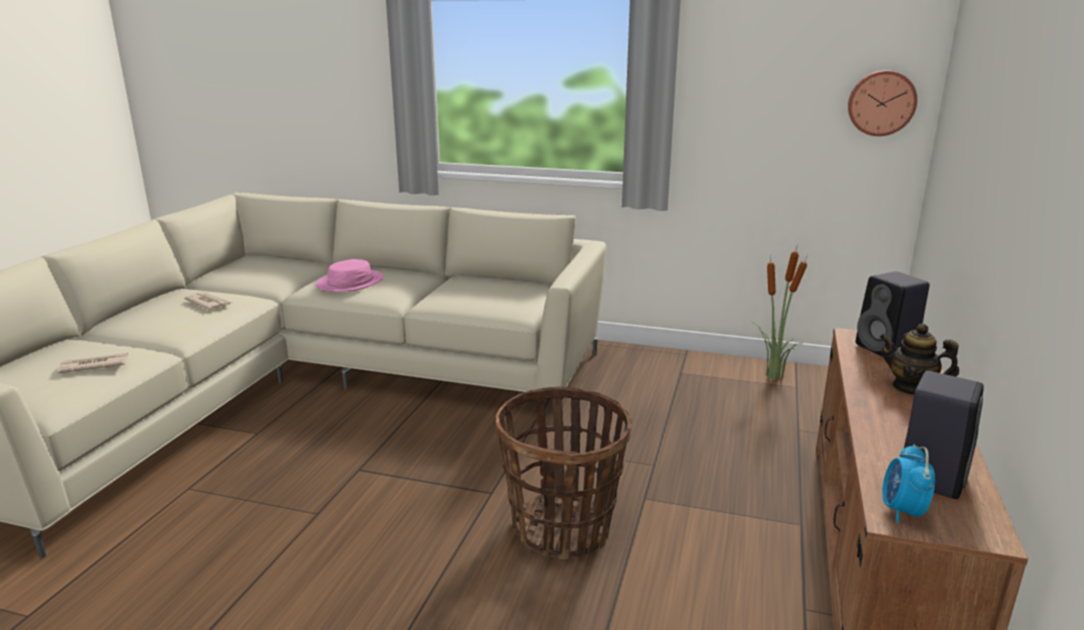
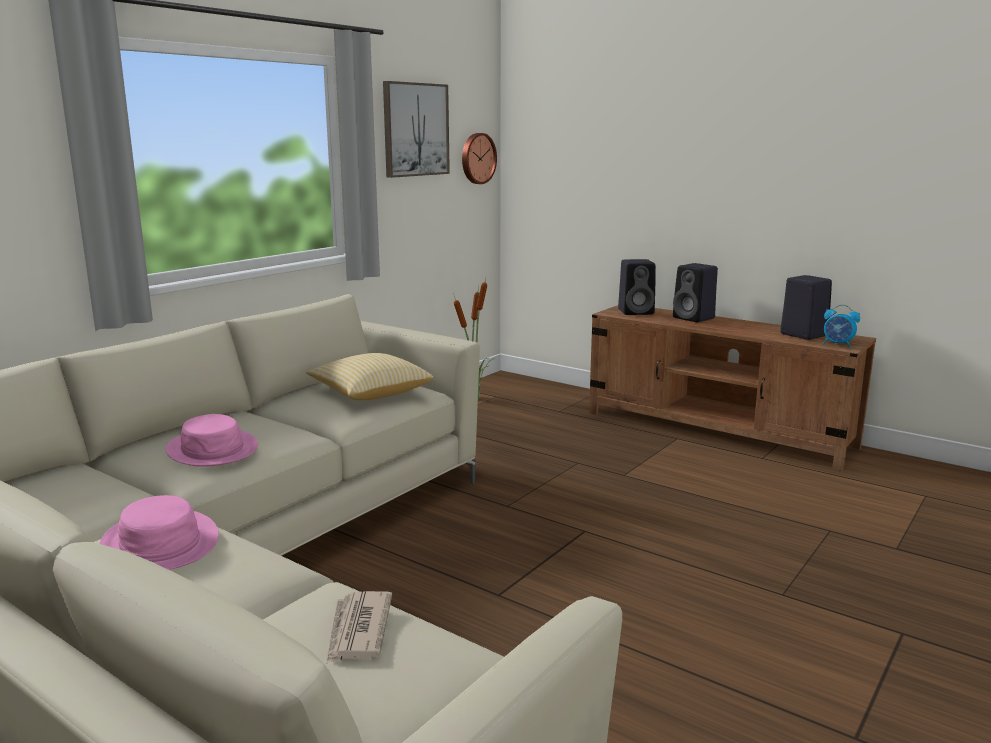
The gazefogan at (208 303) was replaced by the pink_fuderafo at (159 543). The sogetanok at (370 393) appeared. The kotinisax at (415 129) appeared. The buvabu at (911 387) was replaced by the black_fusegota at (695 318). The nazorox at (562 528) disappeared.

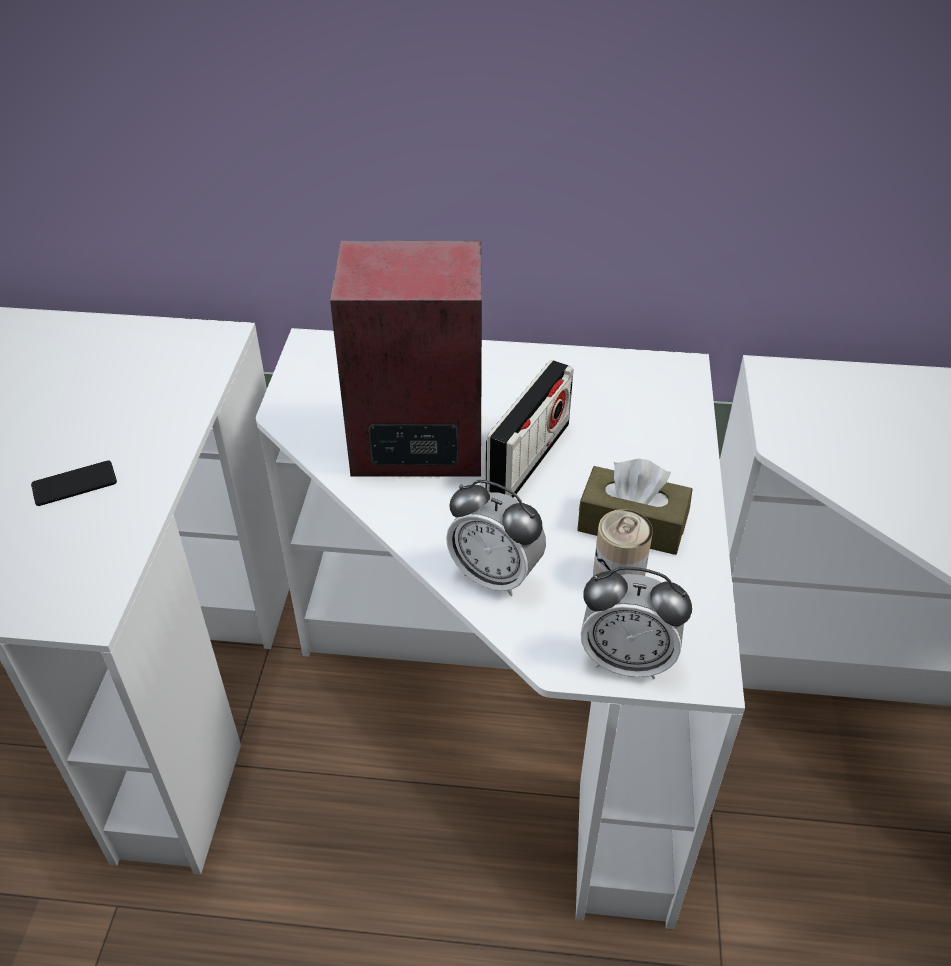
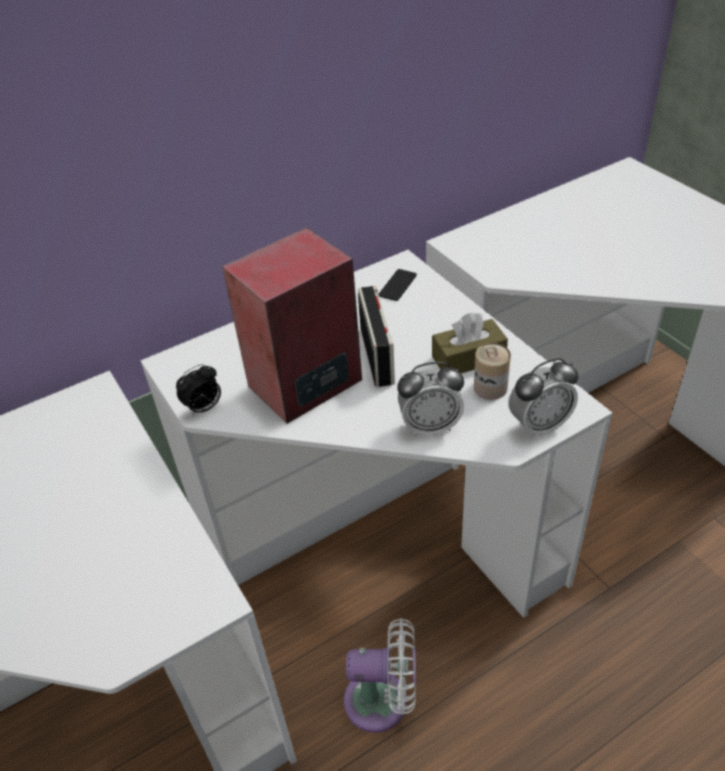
The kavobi at (204 408) appeared. The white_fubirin at (383 701) appeared. The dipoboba moved from (74 484) to (397 285).

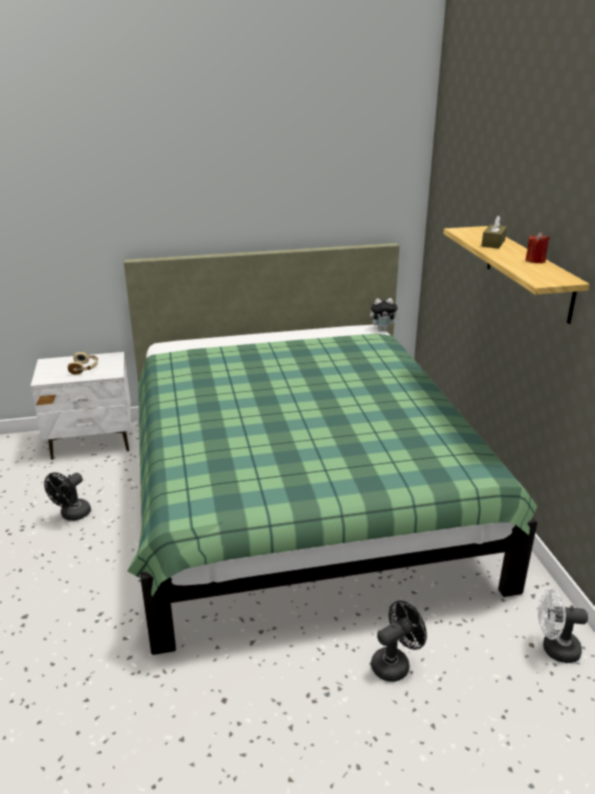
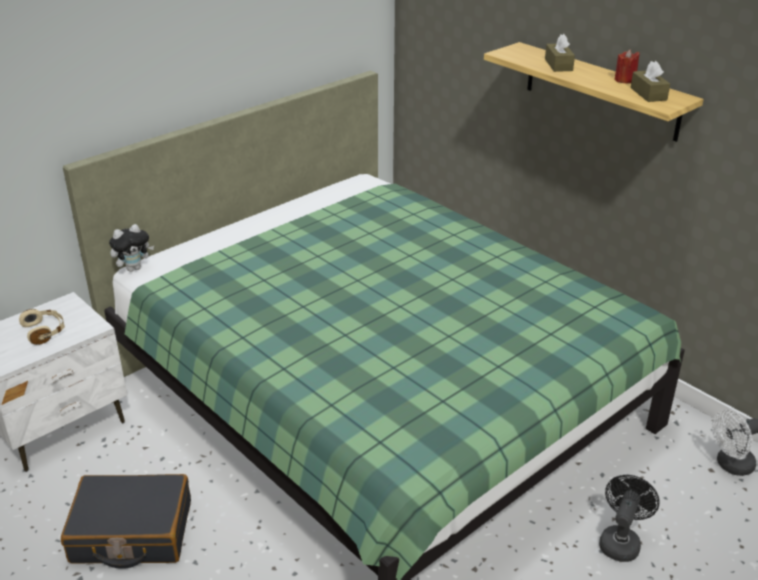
The black_fubirin at (72 515) was replaced by the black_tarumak at (131 532). The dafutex moved from (383 329) to (134 268). The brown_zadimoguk at (648 94) appeared.

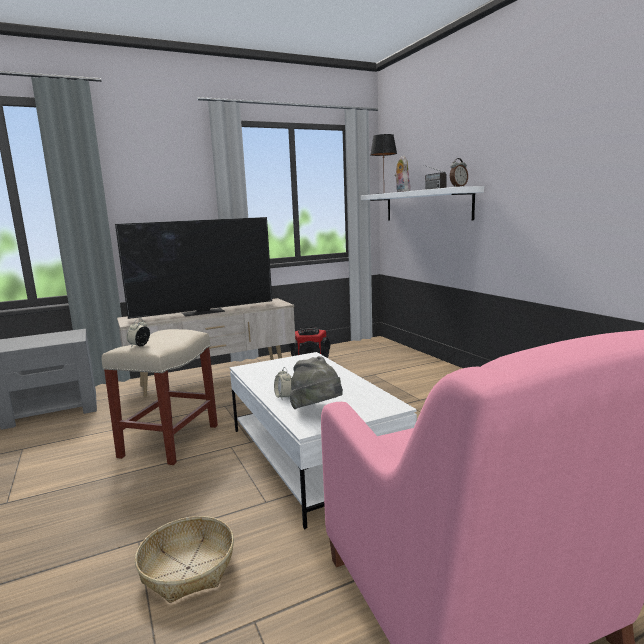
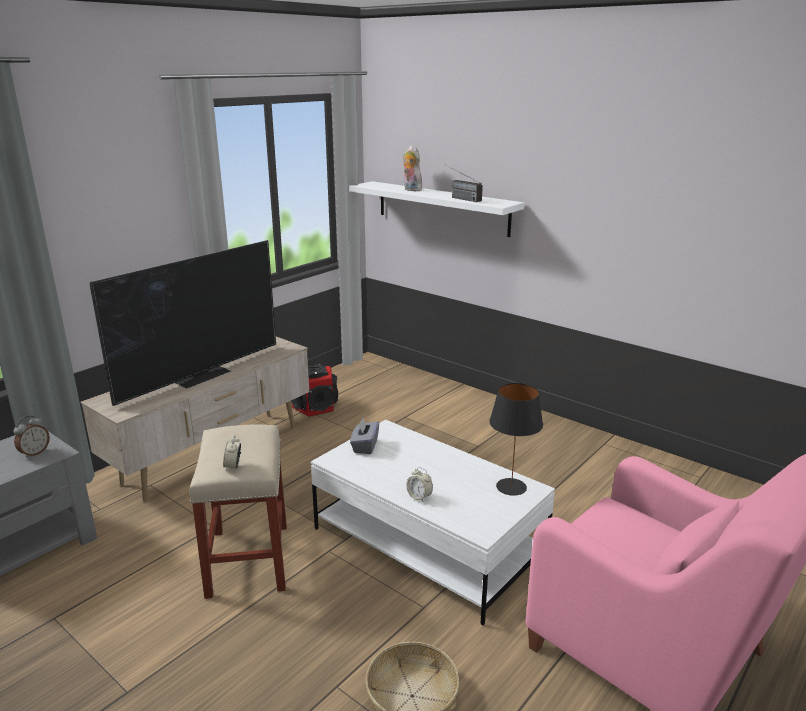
The kavobi moved from (458 187) to (34 453). The grey_zadimoguk at (365 446) appeared. The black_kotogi moved from (383 193) to (510 487). The grey_fuderafo at (317 411) disappeared.

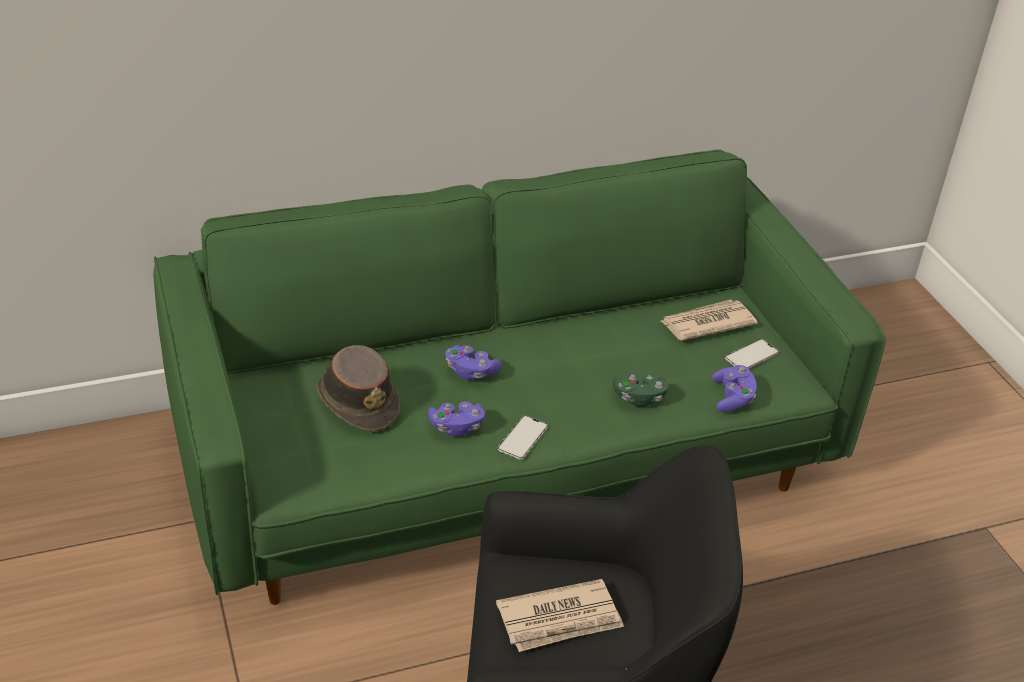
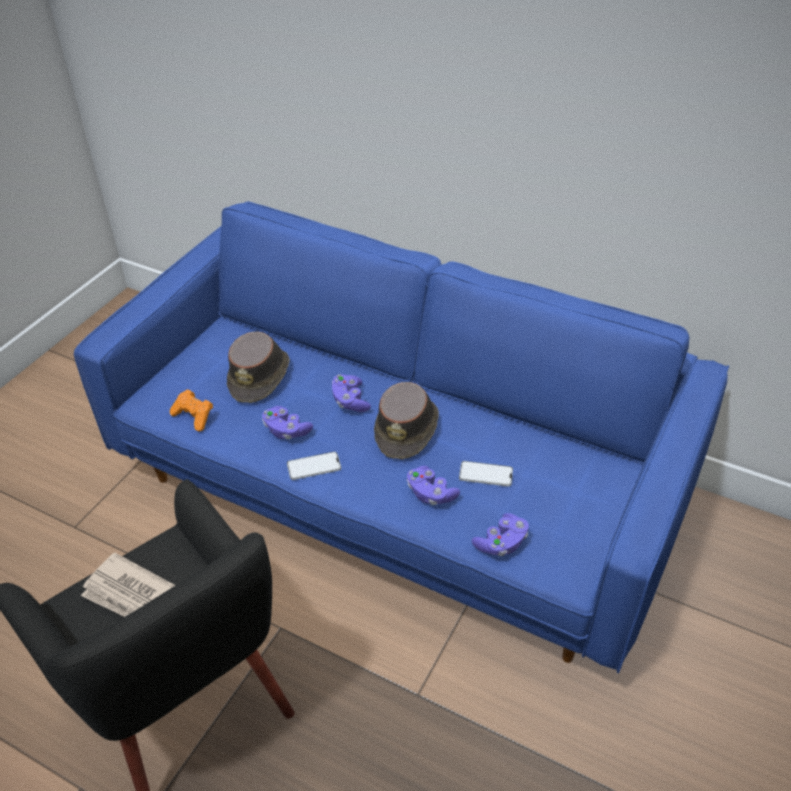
The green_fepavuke at (504 458) became the blue_fepavuke at (397 488). The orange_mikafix at (194 416) appeared. The brown_fuderafo at (407 428) appeared. The green_mikafix at (639 398) became the purple_mikafix at (430 494). The dipoboba moved from (751 355) to (486 474). The gazefogan at (706 323) disappeared.

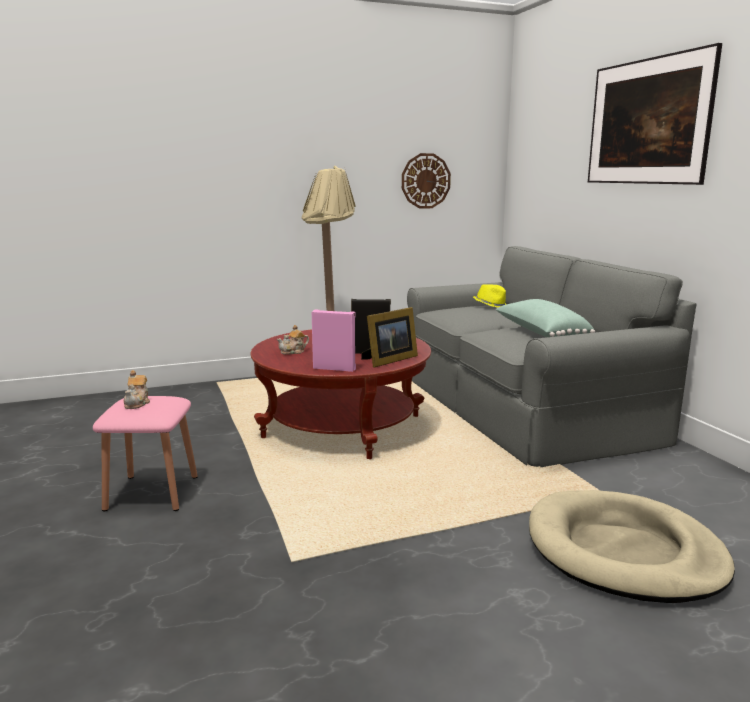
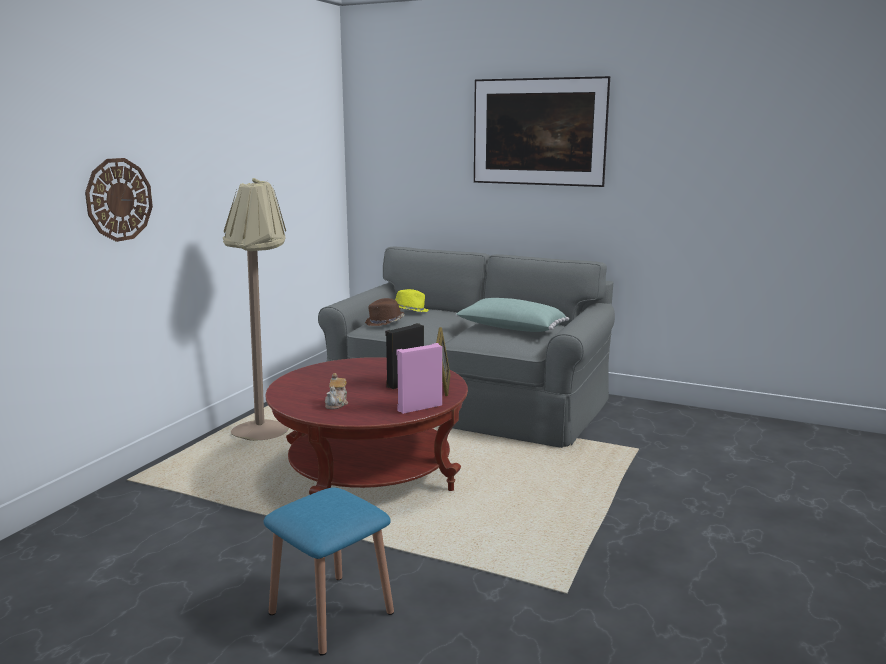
The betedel moved from (425 181) to (119 199). The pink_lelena at (152 492) became the blue_lelena at (331 613). The brown_fuderafo at (385 322) appeared. The buvabu at (137 403) disappeared. The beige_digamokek at (623 552) disappeared.

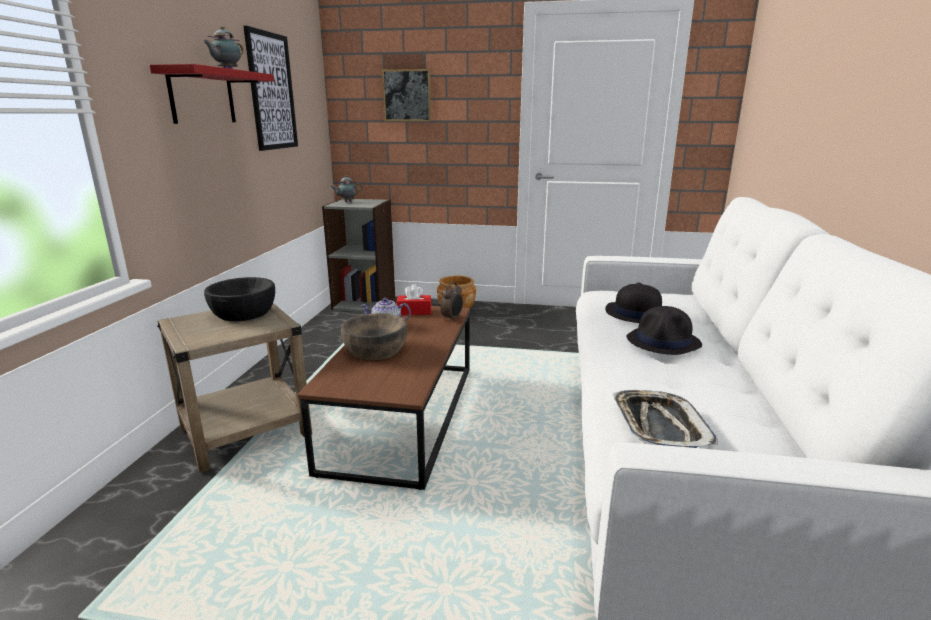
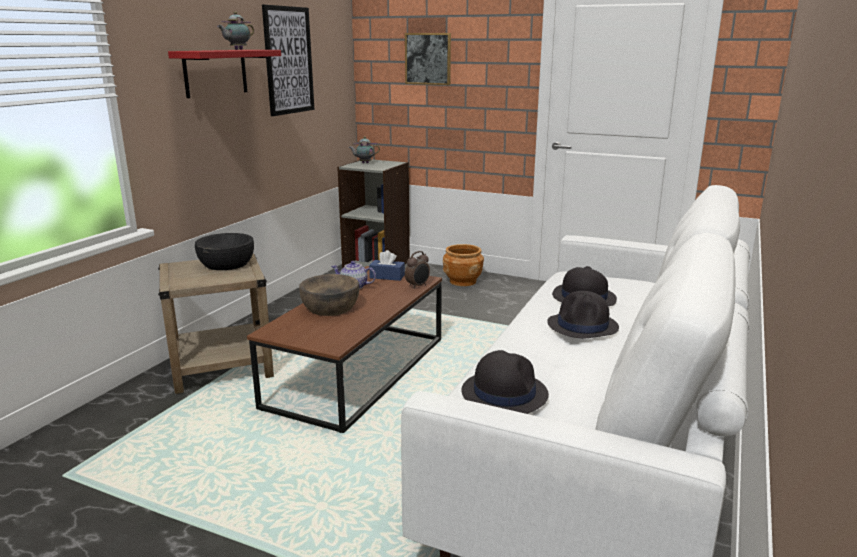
The red_zadimoguk at (414 312) became the blue_zadimoguk at (387 276). The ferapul at (659 426) was replaced by the black_fuderafo at (504 393).

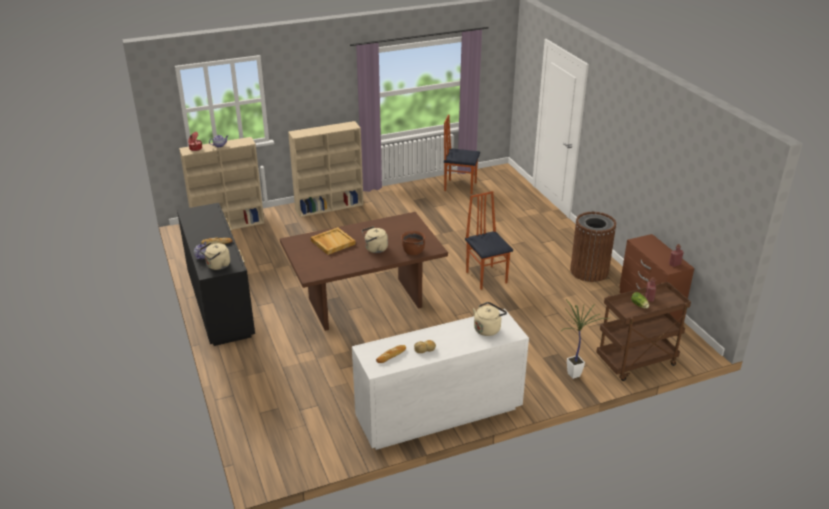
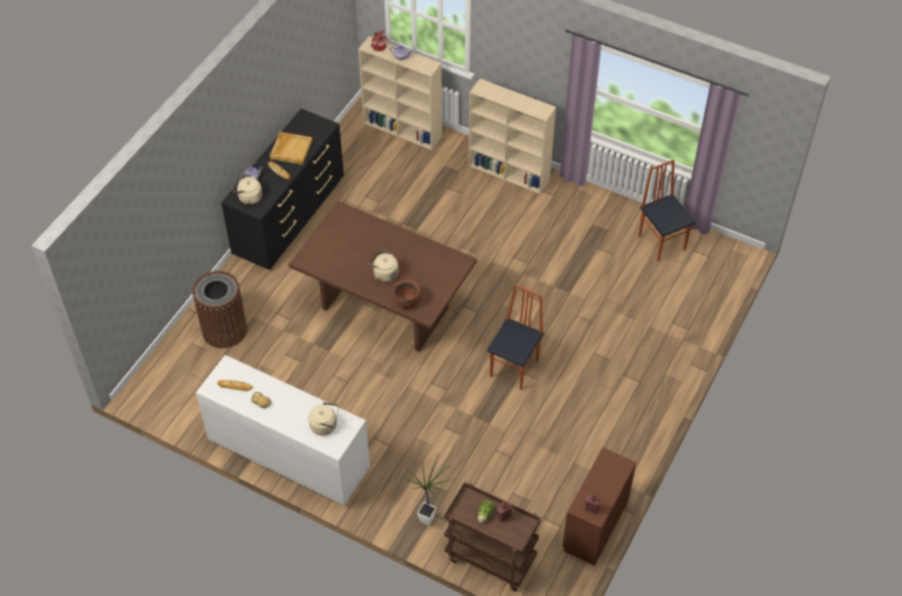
The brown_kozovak moved from (589 271) to (224 330). The beige_ferapul moved from (332 242) to (291 149).

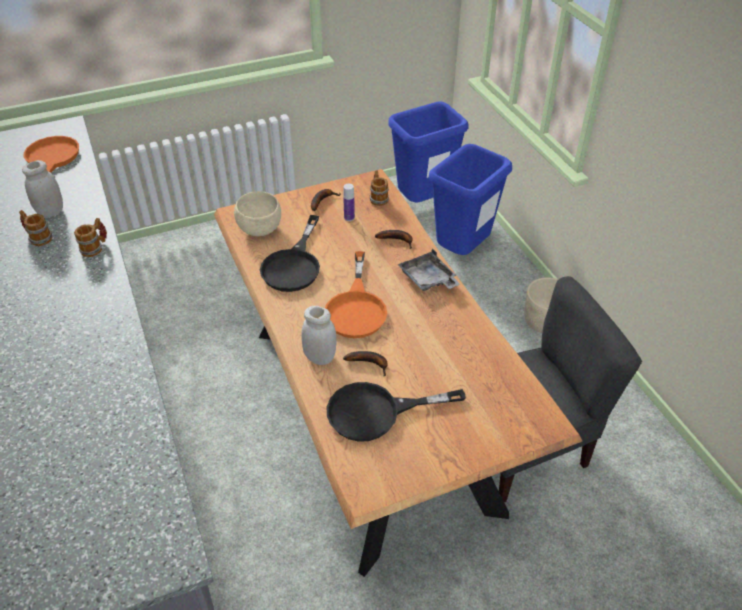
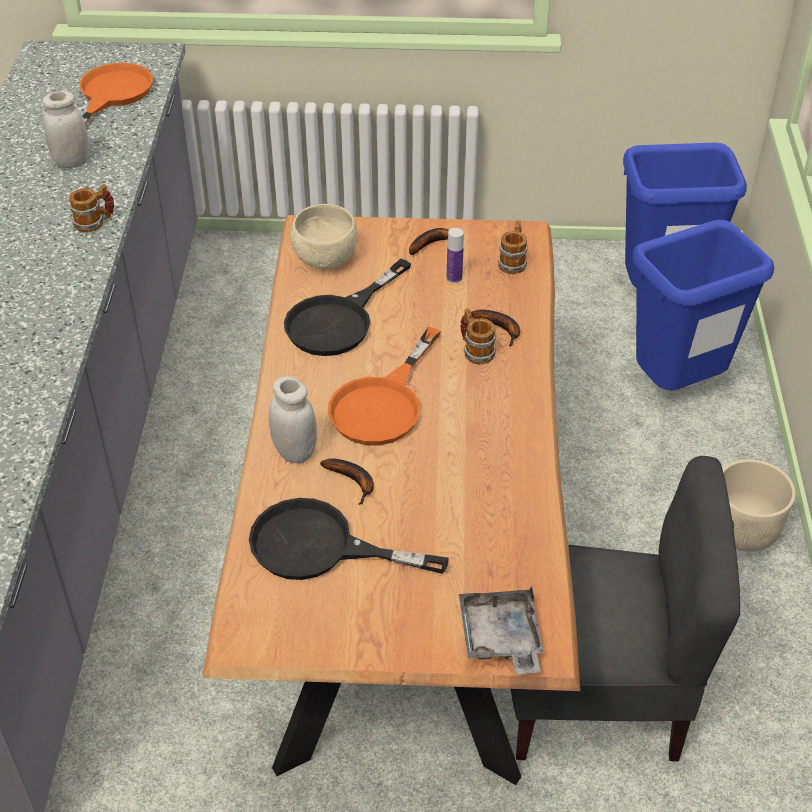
The grey_ferapul moved from (428 279) to (501 638). The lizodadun moved from (38 238) to (475 350).

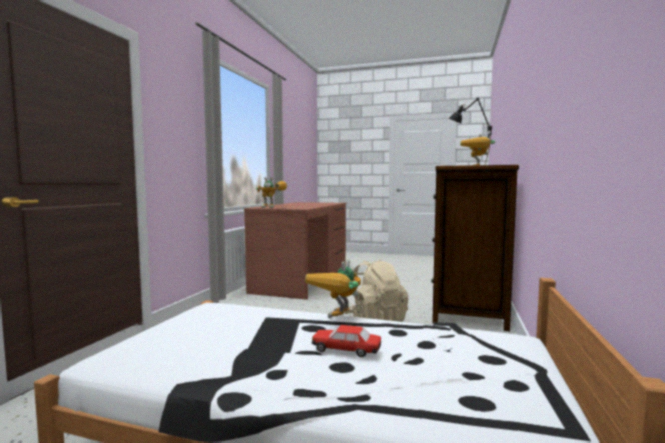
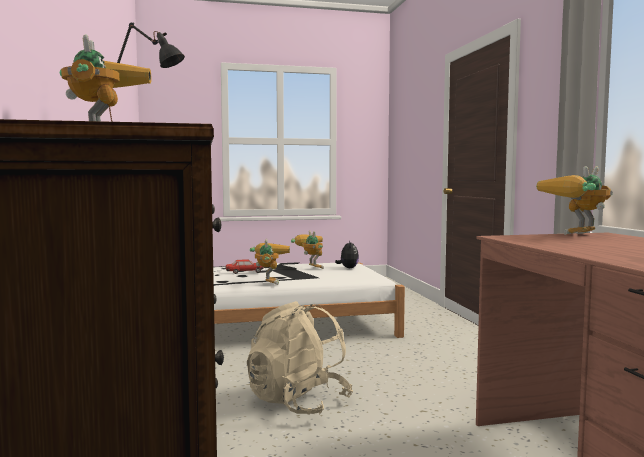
The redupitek at (310 267) appeared. The dafutex at (348 268) appeared.

